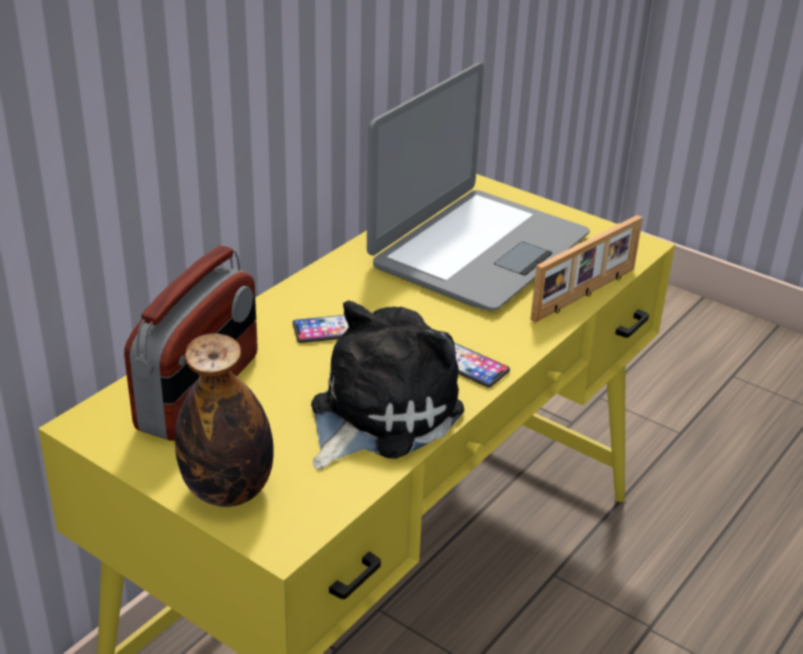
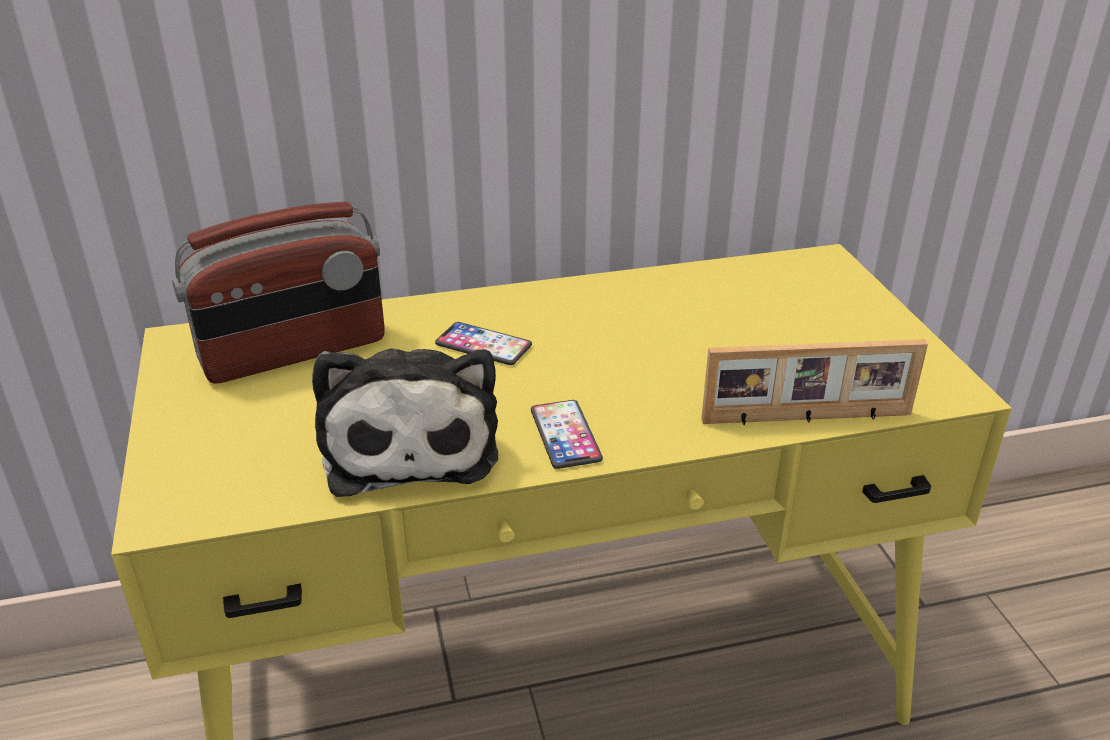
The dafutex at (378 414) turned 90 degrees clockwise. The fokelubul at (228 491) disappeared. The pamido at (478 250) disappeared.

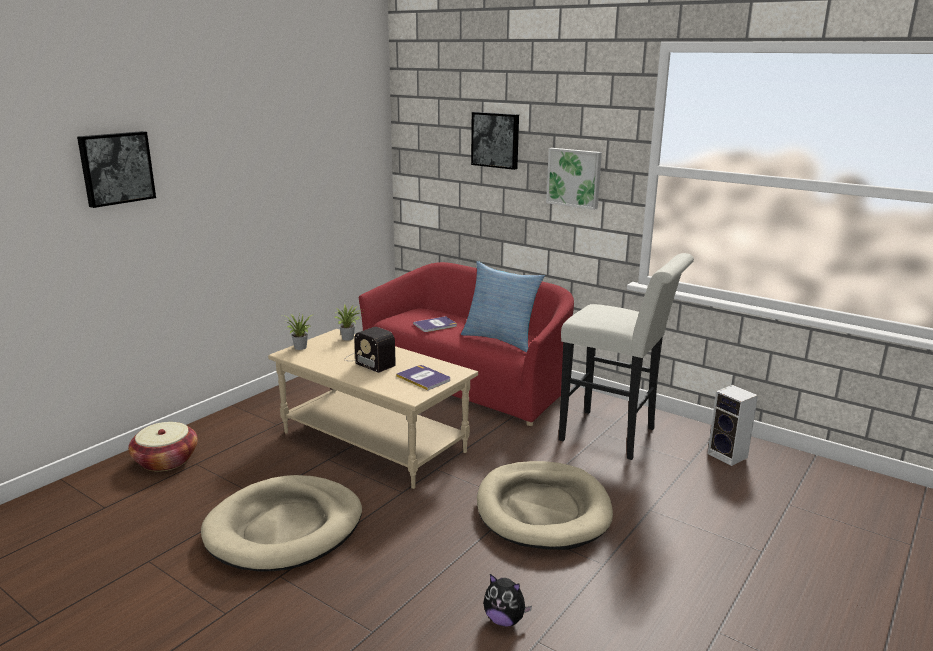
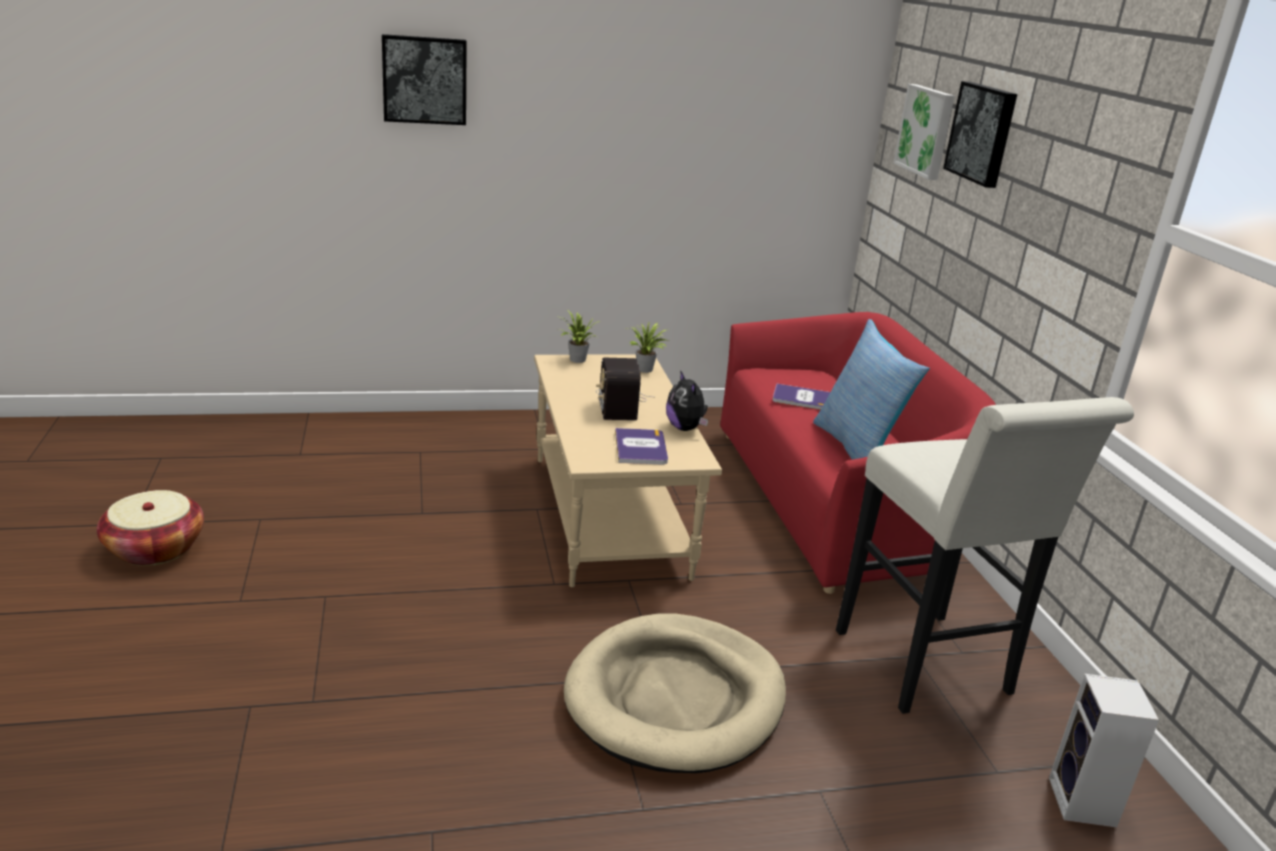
The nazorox moved from (166 460) to (155 549). The dafutex moved from (504 620) to (685 428). The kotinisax moved from (574 177) to (927 131). The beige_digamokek at (285 528) disappeared.

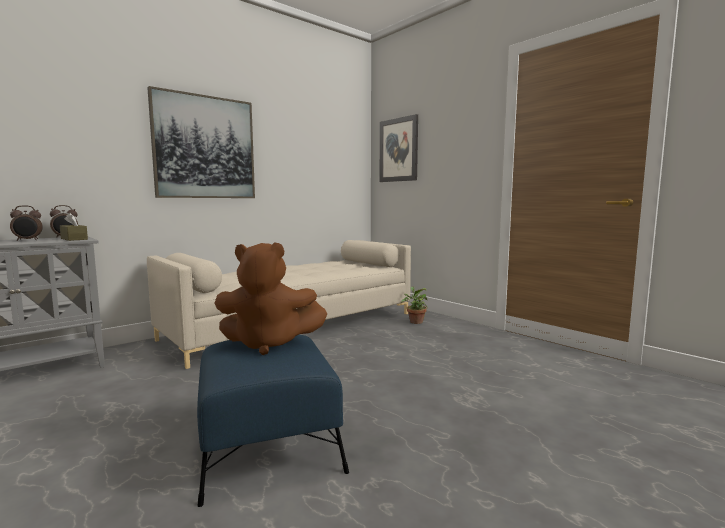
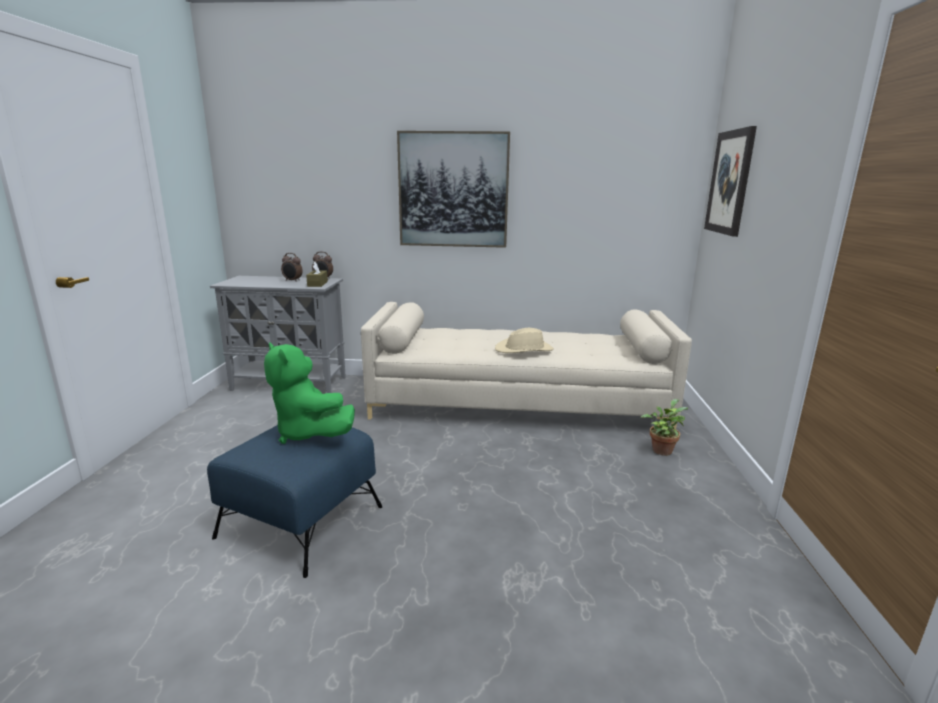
The brown_dafutex at (269 344) became the green_dafutex at (308 433). The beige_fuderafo at (524 350) appeared.

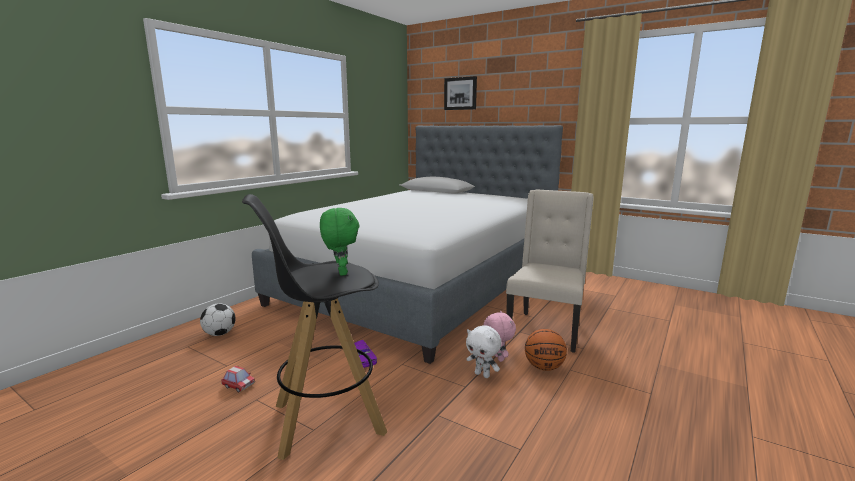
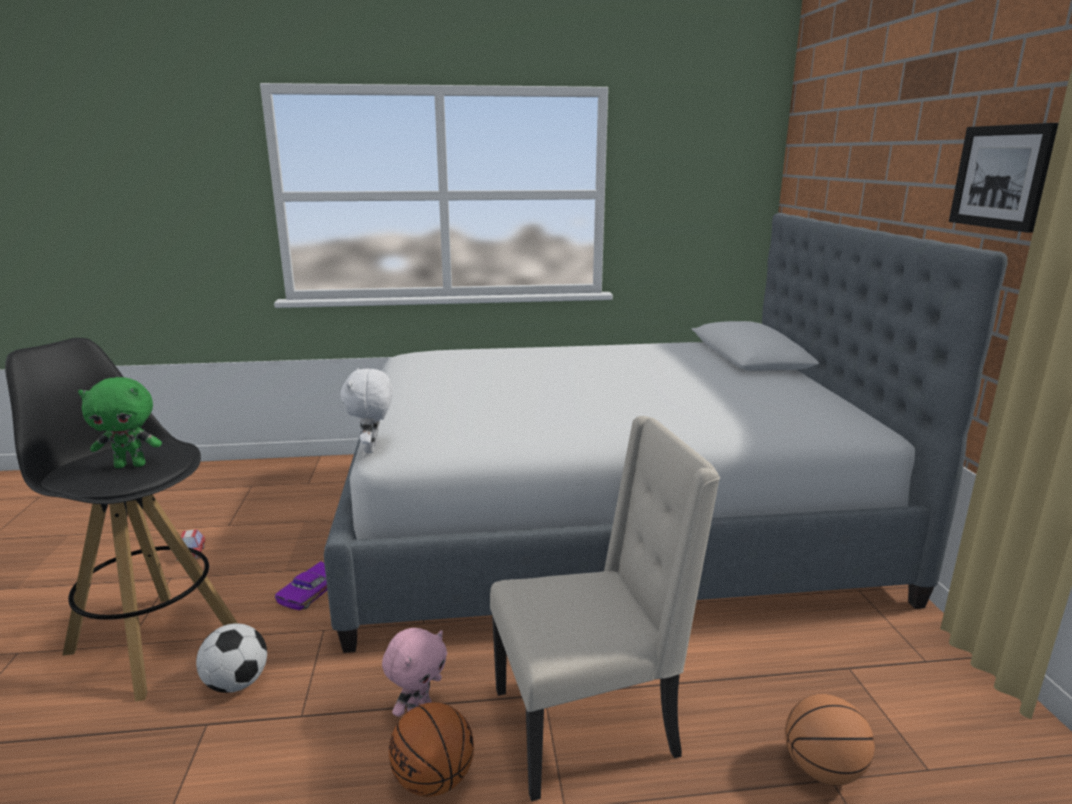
The green_dafutex at (341 272) turned 45 degrees clockwise. The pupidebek moved from (219 334) to (237 683). The white_dafutex moved from (482 375) to (372 449). The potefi at (823 770) appeared. The kotinisax moved from (460 93) to (1003 177).

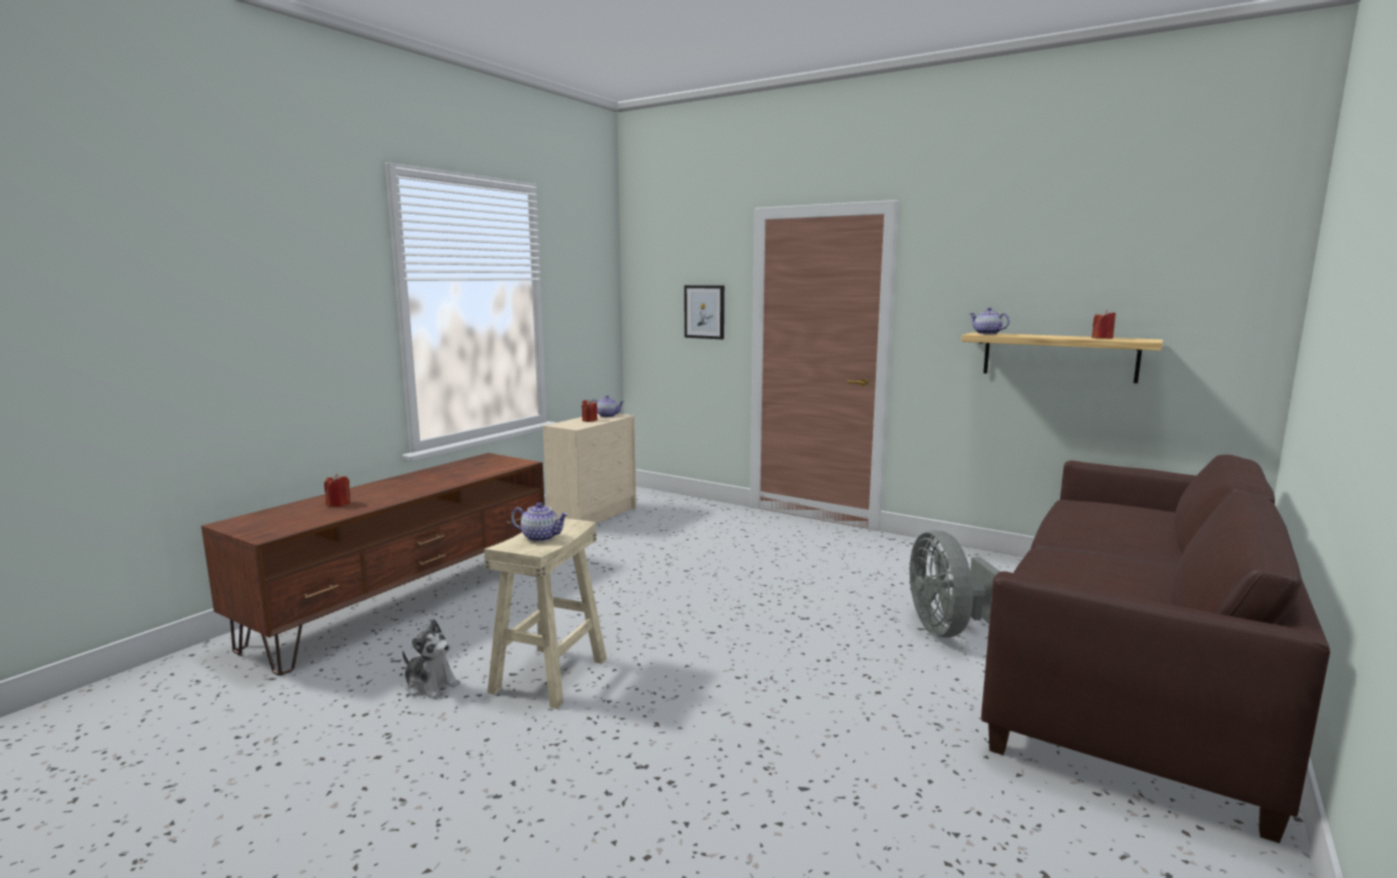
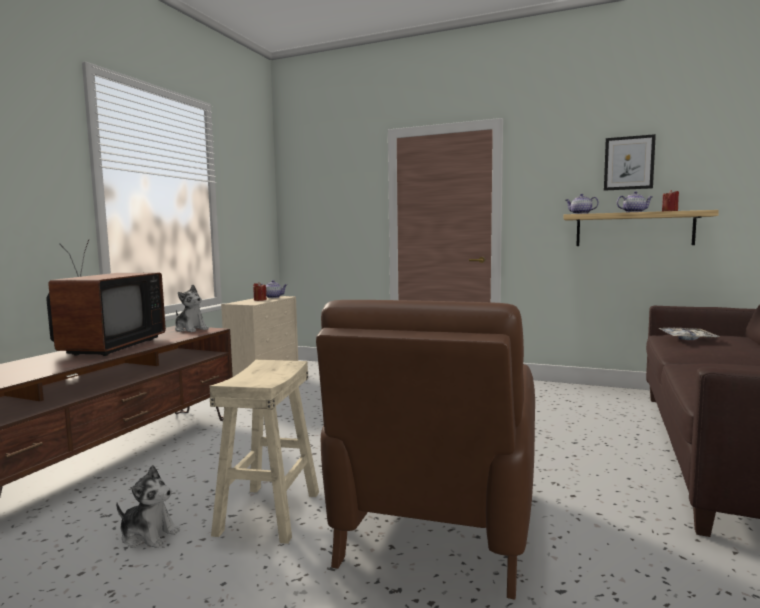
The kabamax at (107 347) appeared. The dafutex at (190 329) appeared. The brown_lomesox at (435 528) appeared. The kotinisax moved from (704 312) to (628 163). The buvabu moved from (541 537) to (634 212). The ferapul at (687 338) appeared. The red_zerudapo at (339 504) disappeared. The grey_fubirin at (946 629) disappeared.

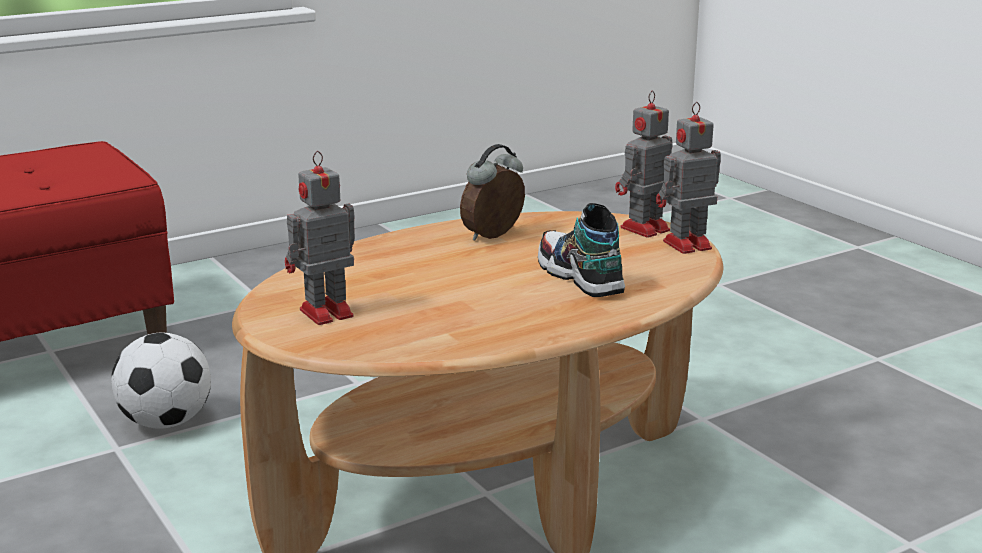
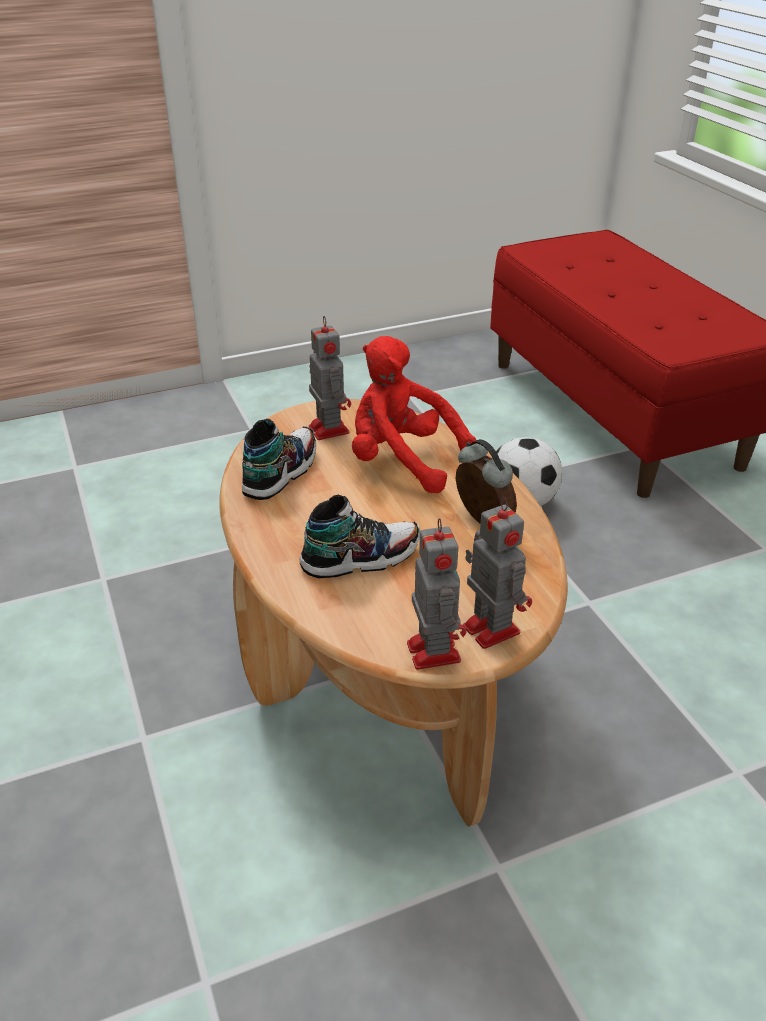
The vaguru at (280 473) appeared. The red_dafutex at (402 461) appeared.

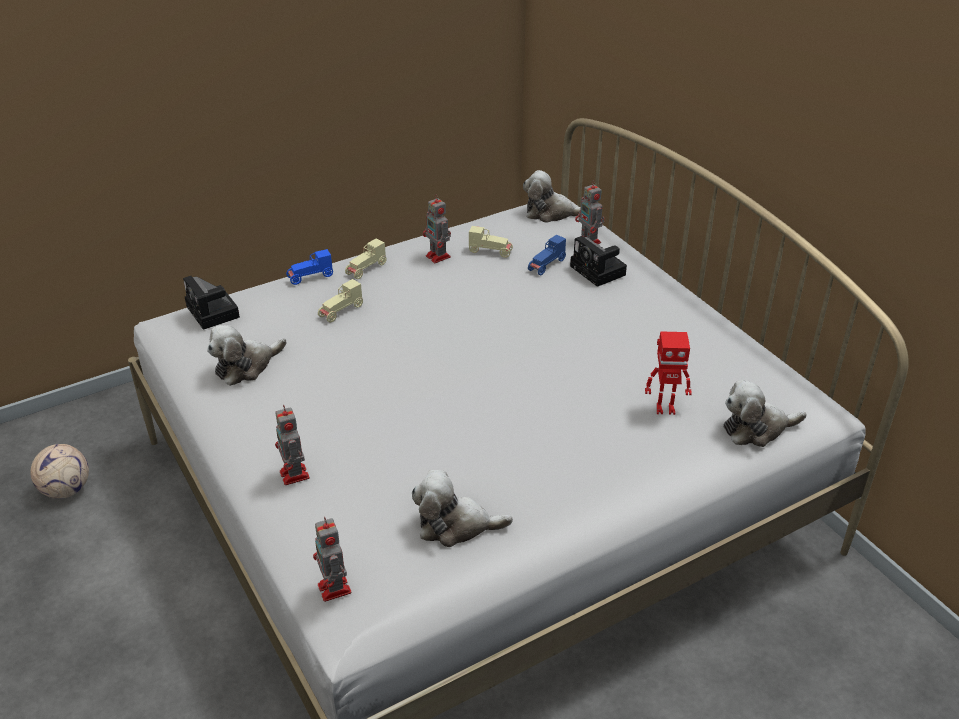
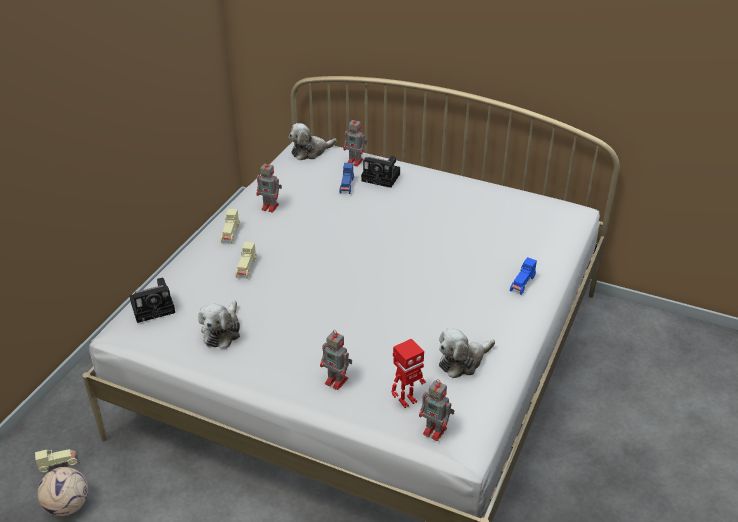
The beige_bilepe moved from (490 251) to (58 464). The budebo at (214 313) turned 45 degrees counterclockwise. The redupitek moved from (665 408) to (407 400). The blue_bilepe moved from (310 277) to (522 284). The dafutex at (756 429) disappeared.

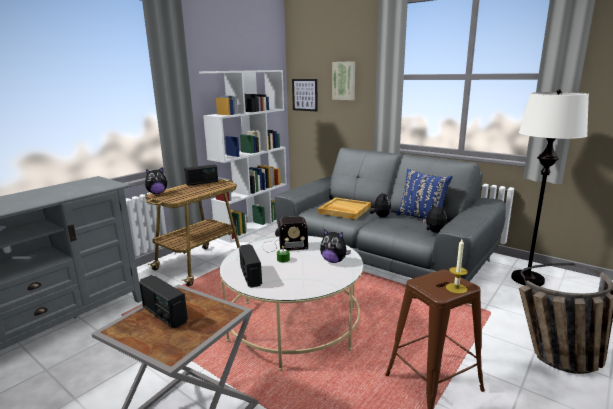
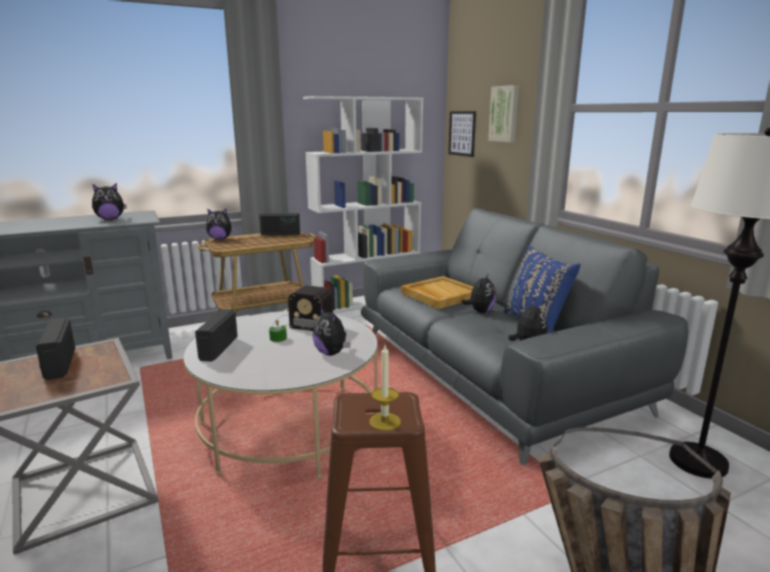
The dafutex at (110 219) appeared.

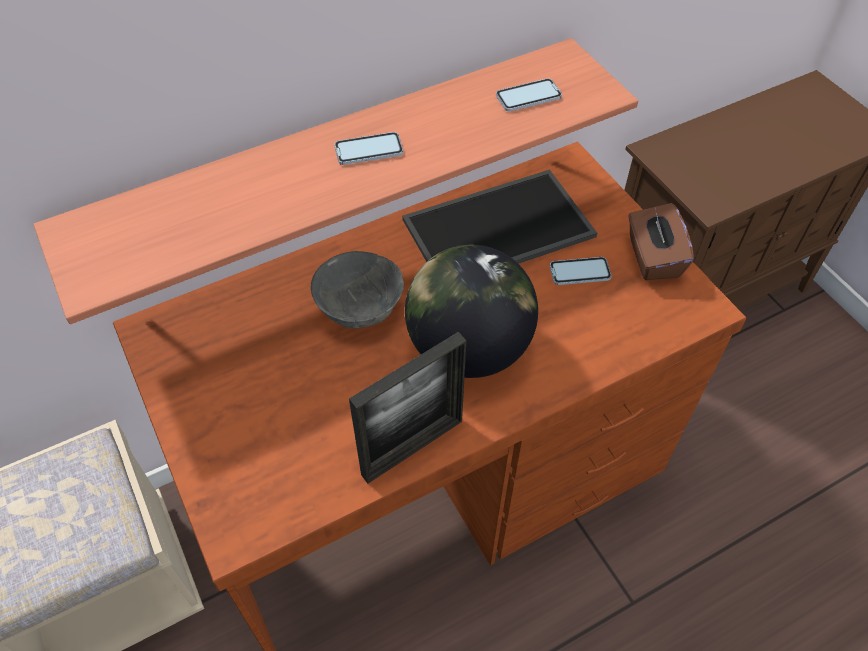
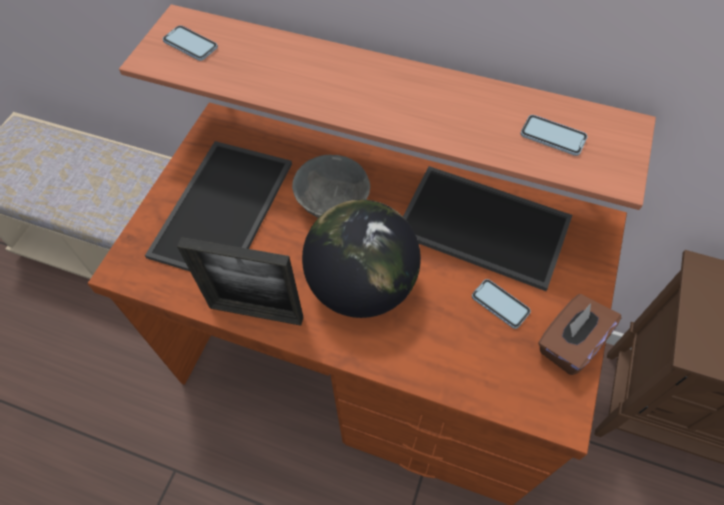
The ferapul at (221 207) appeared. The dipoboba moved from (369 150) to (190 44).

